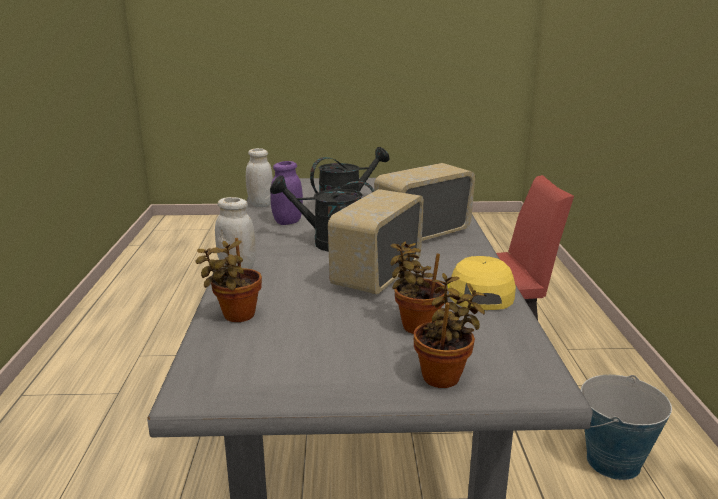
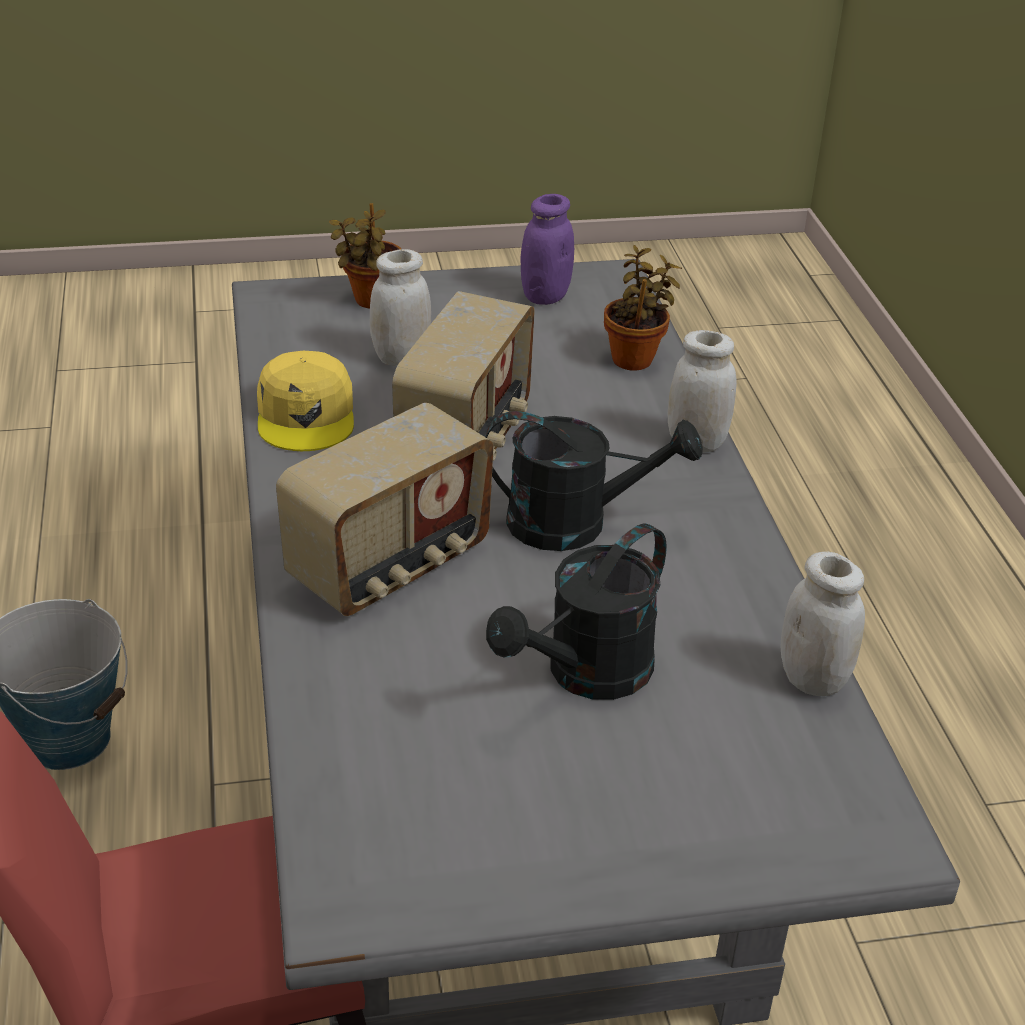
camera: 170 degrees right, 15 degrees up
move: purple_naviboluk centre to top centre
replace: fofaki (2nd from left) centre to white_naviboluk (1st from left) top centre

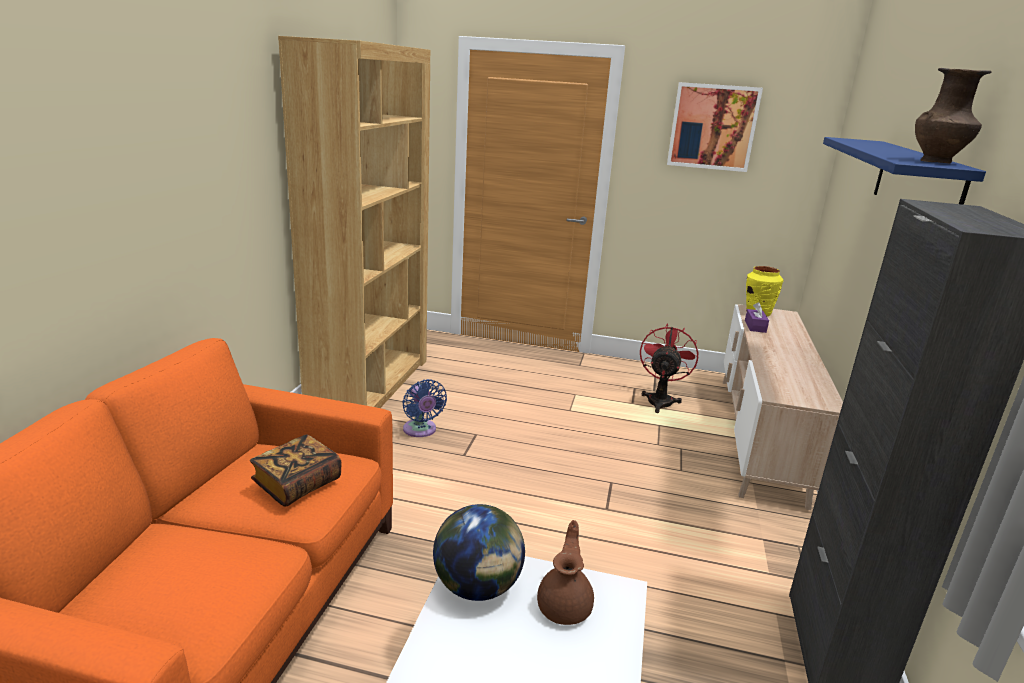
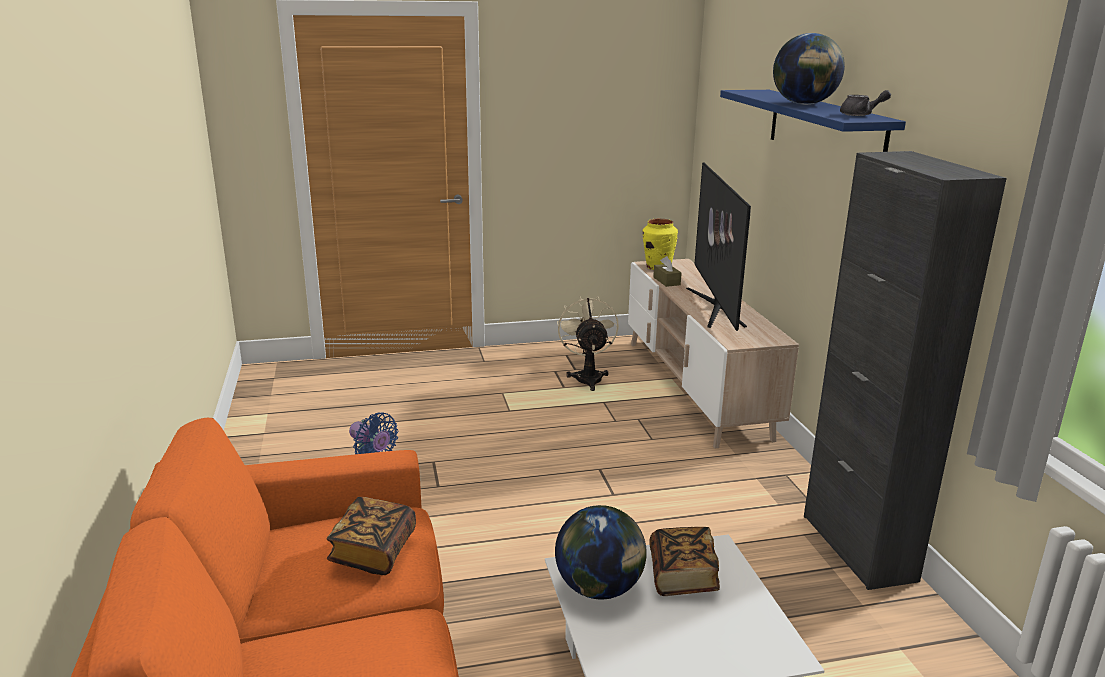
camera: 25 degrees left, 0 degrees up
delete: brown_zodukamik top centre; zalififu top right
insert: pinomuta (2nd from left) top right; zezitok centre
replace: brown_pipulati top right to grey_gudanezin top right; brown_gudanezin bottom centre to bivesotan (2nd from left) bottom centre
recolor: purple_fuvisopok middle right to brown_fuvisopok centre; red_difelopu centre to beige_difelopu centre

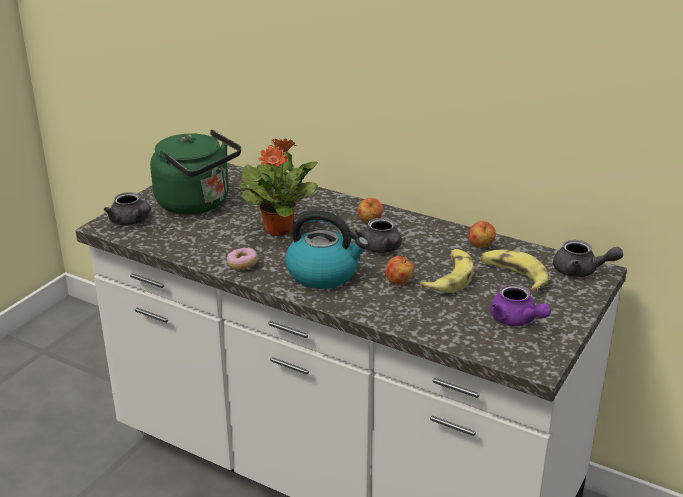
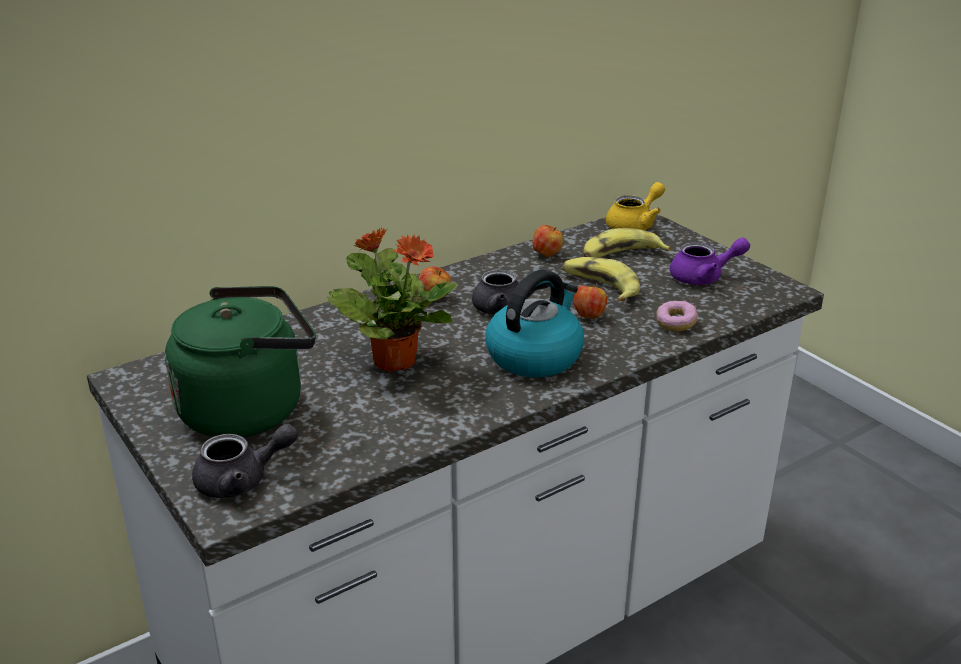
camera: 65 degrees left, 0 degrees up
move: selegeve centre to middle right
recolor: grey_gudanezin (3rd from left) middle right to yellow_gudanezin top centre

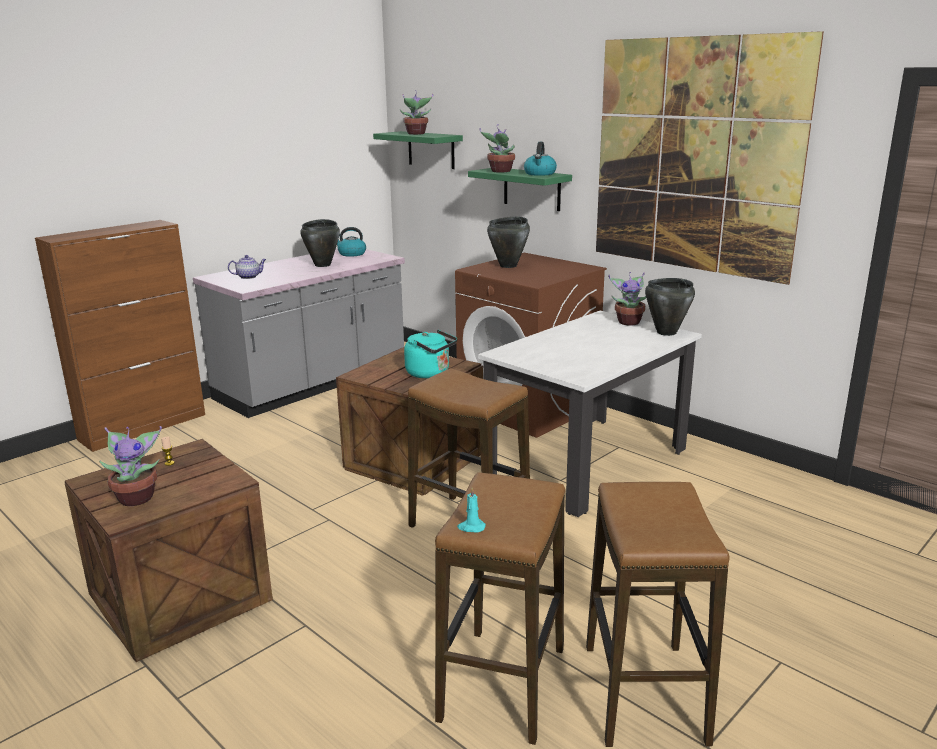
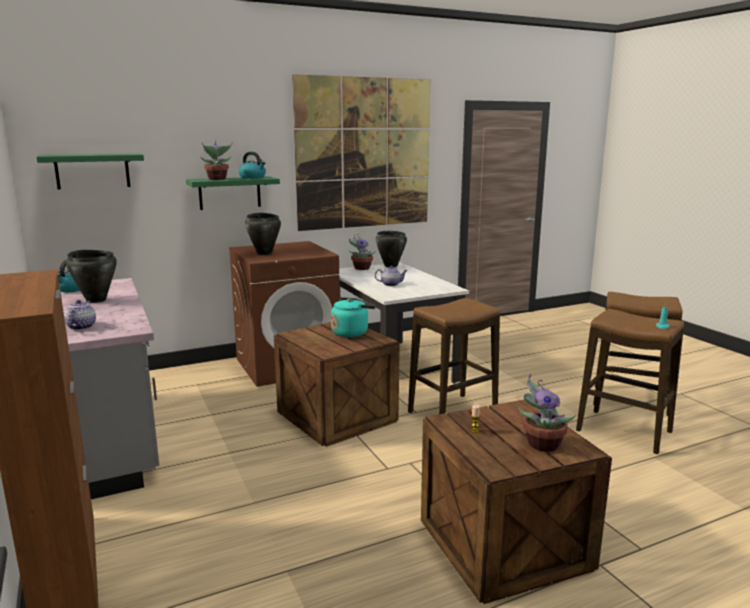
camera: 70 degrees left, 5 degrees down
delete: fofaki (2nd from left) top centre
insert: gudanezin (2nd from left) centre

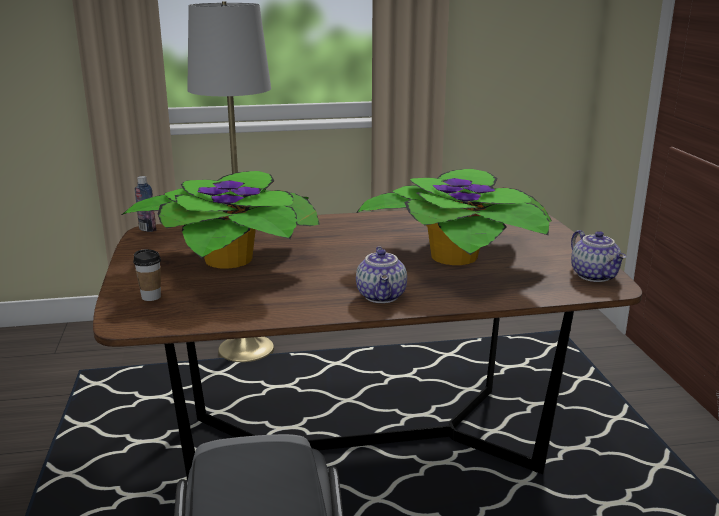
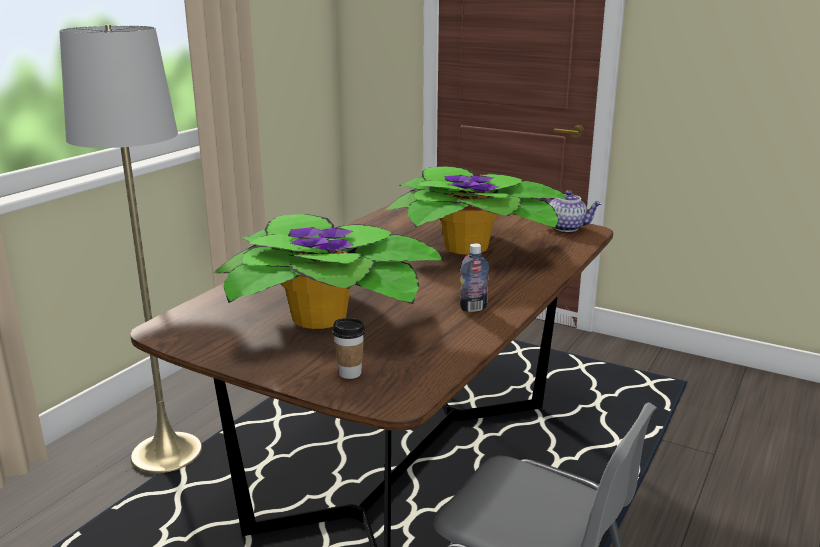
camera: 50 degrees left, 0 degrees up
delete: gudanezin (1st from left) centre
move: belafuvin middle left to centre

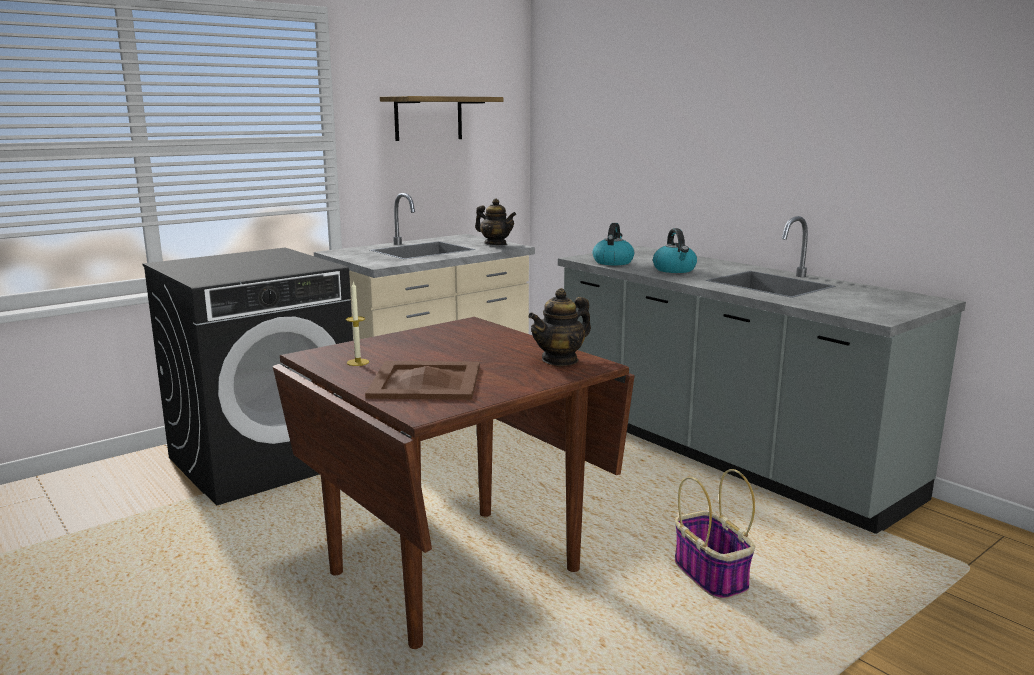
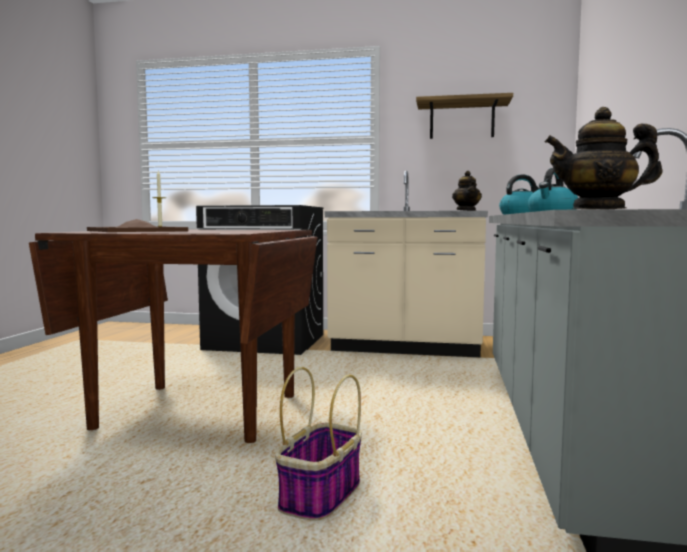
camera: 50 degrees right, 10 degrees down
move: gudanezin (2nd from left) centre to top right

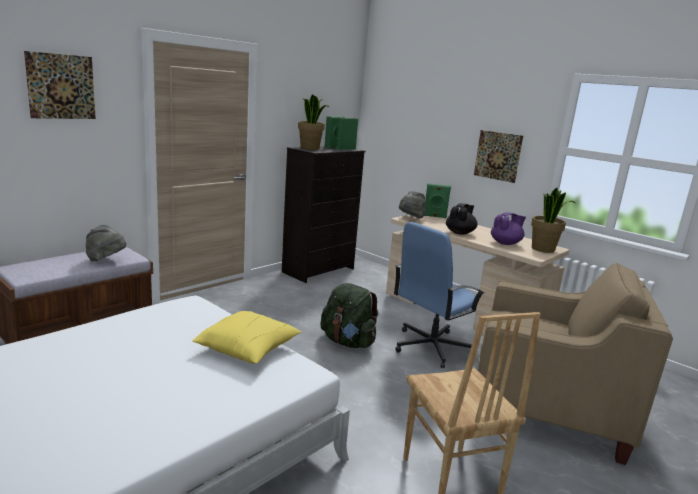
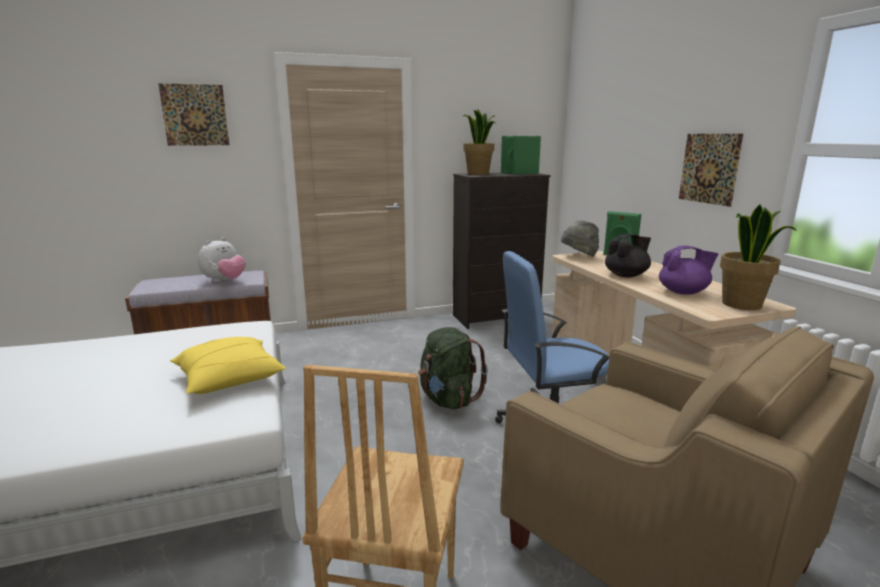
camera: 30 degrees right, 0 degrees up
replace: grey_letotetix (1st from left) middle left to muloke middle left

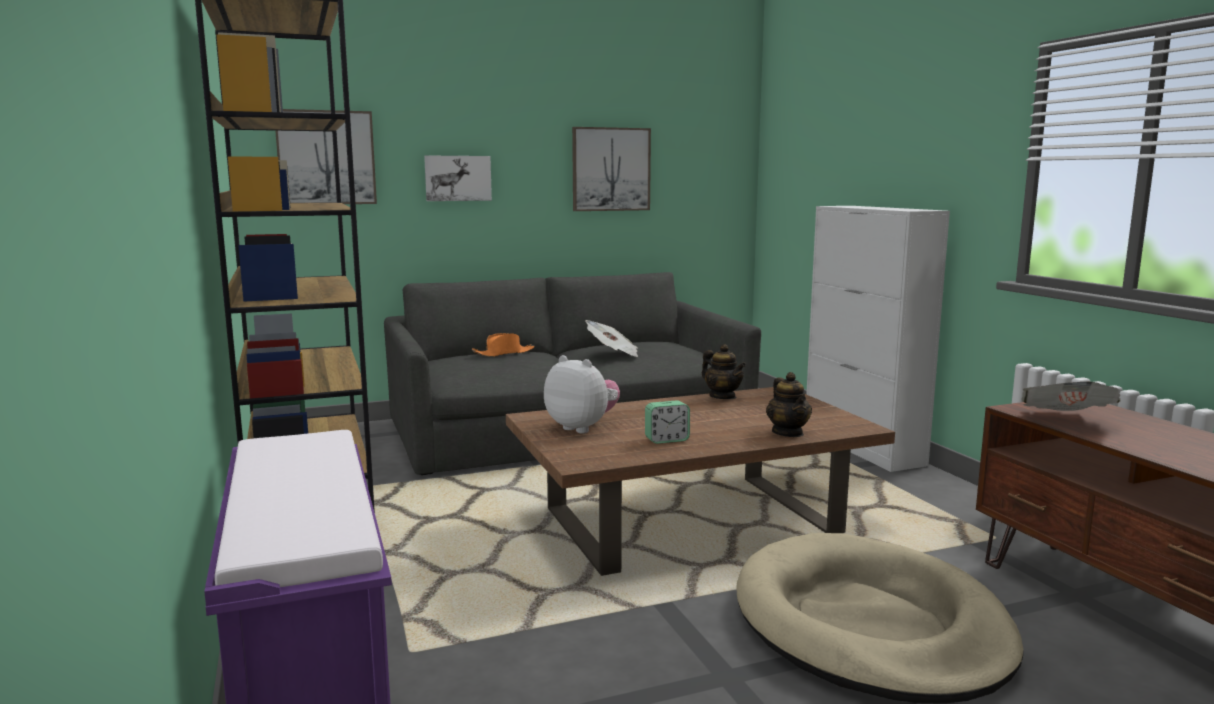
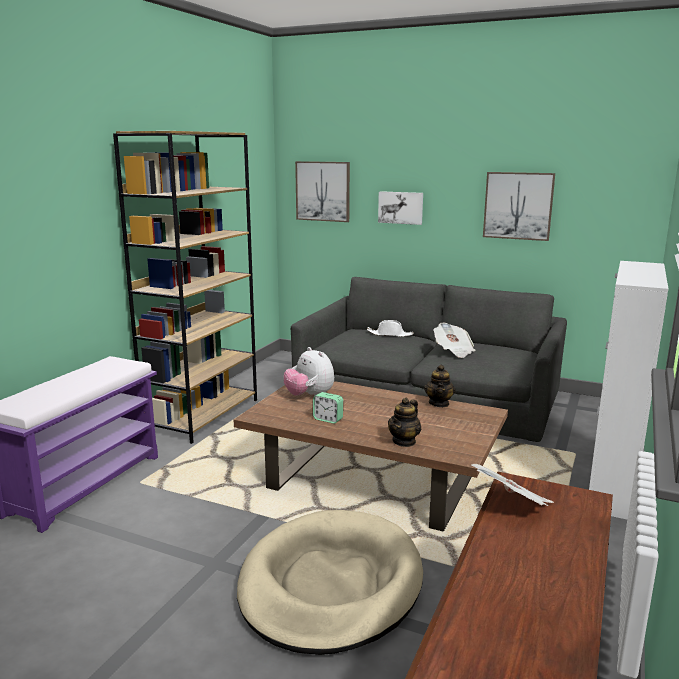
camera: 45 degrees right, 5 degrees up
recolor: orange_letotetix centre to white_letotetix centre
rotate: muloke centre = centre 150 degrees clockwise

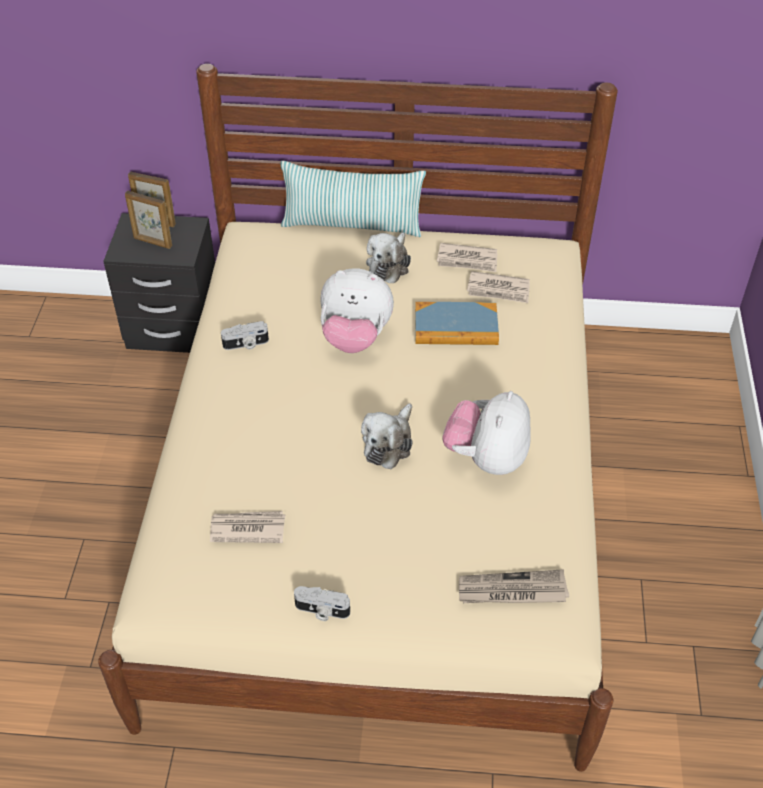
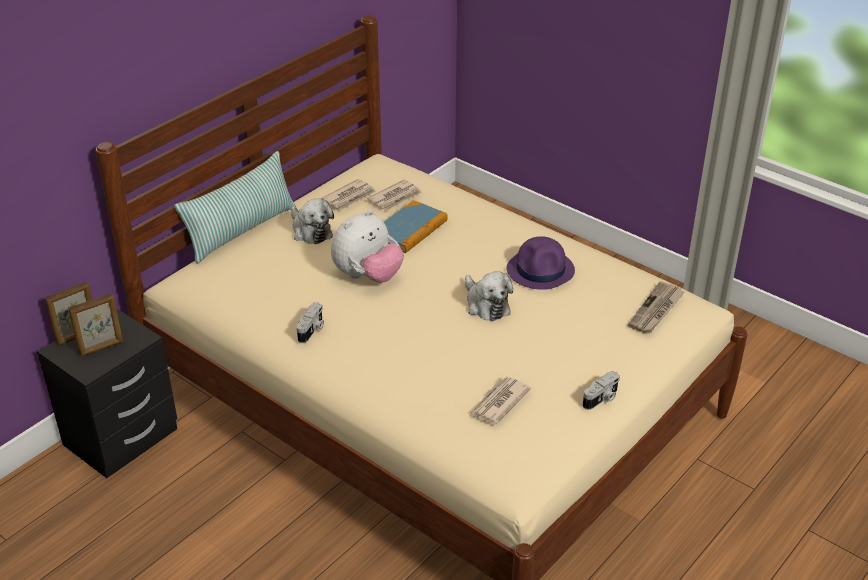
camera: 55 degrees left, 10 degrees down
replace: muloke (4th from left) centre to purple_letotetix centre

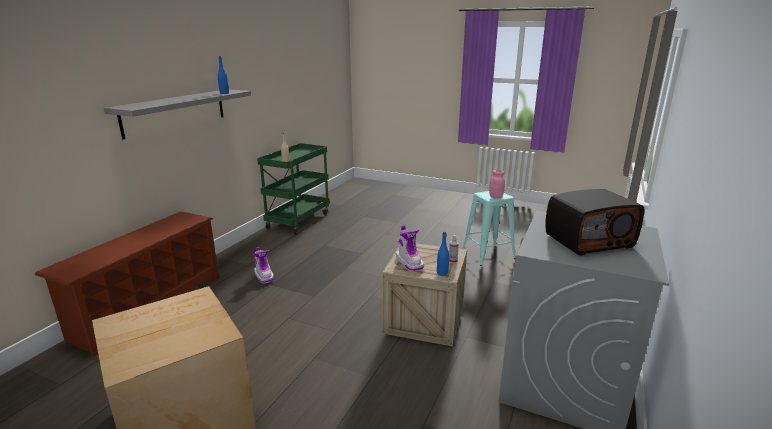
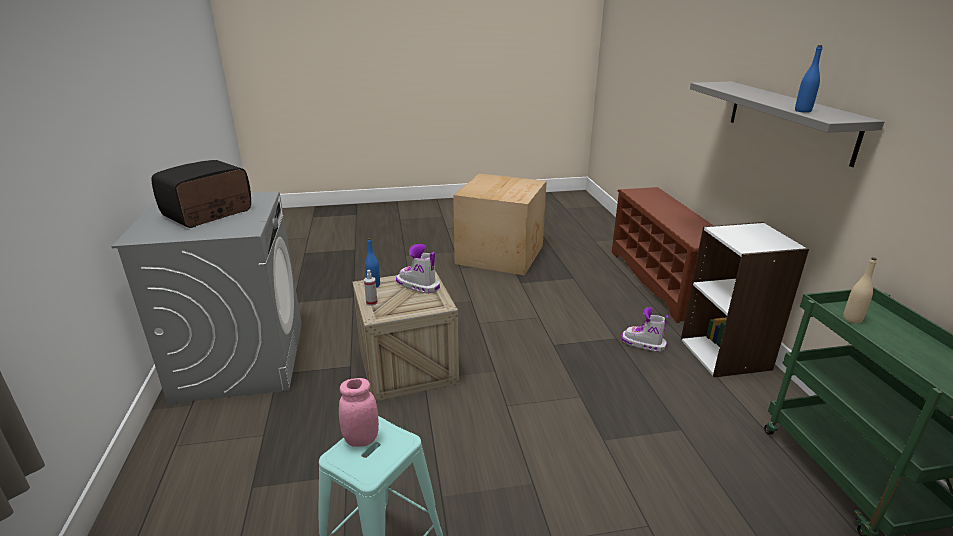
camera: 145 degrees right, 5 degrees up
insert: white_zodukamik middle right

